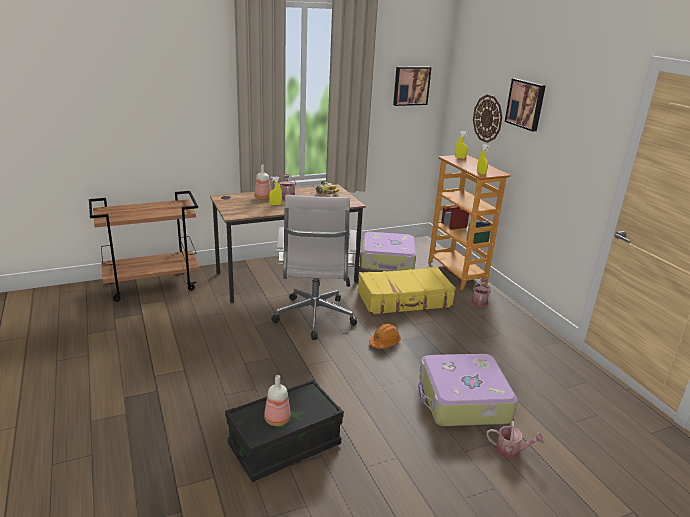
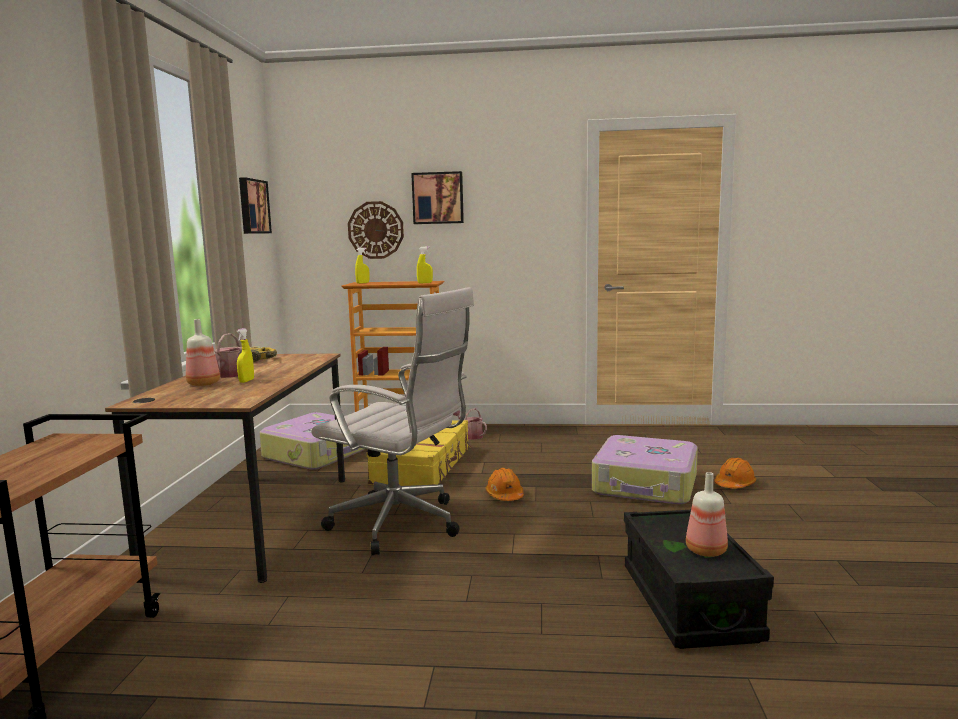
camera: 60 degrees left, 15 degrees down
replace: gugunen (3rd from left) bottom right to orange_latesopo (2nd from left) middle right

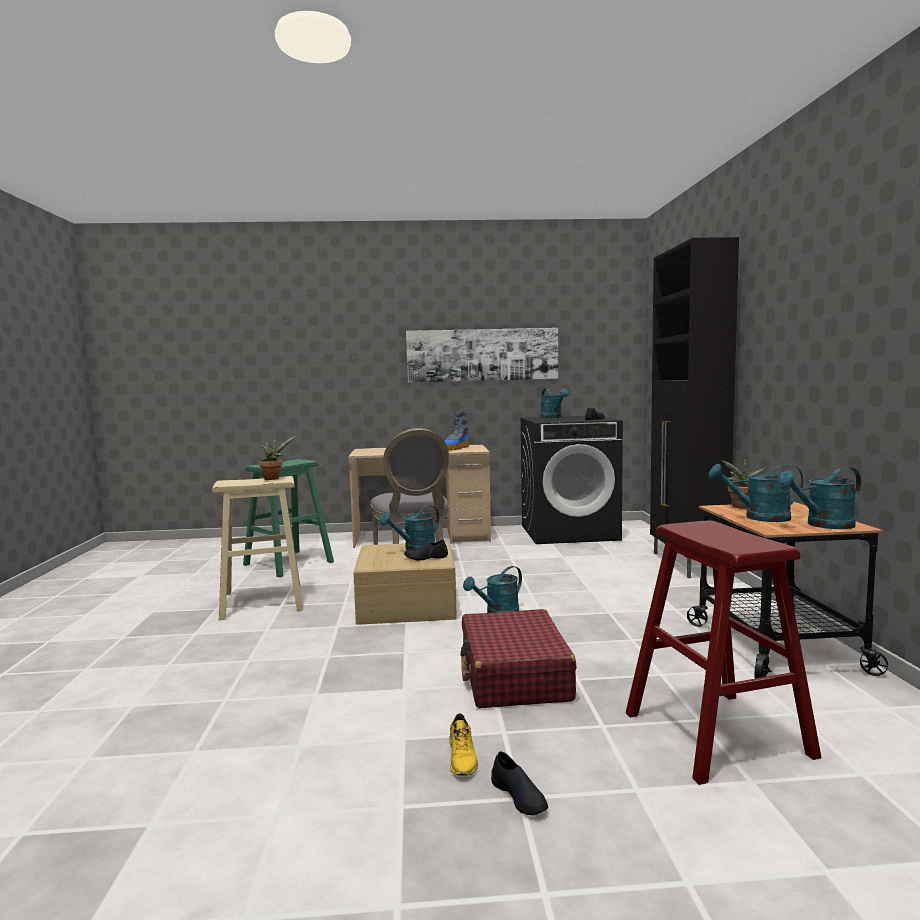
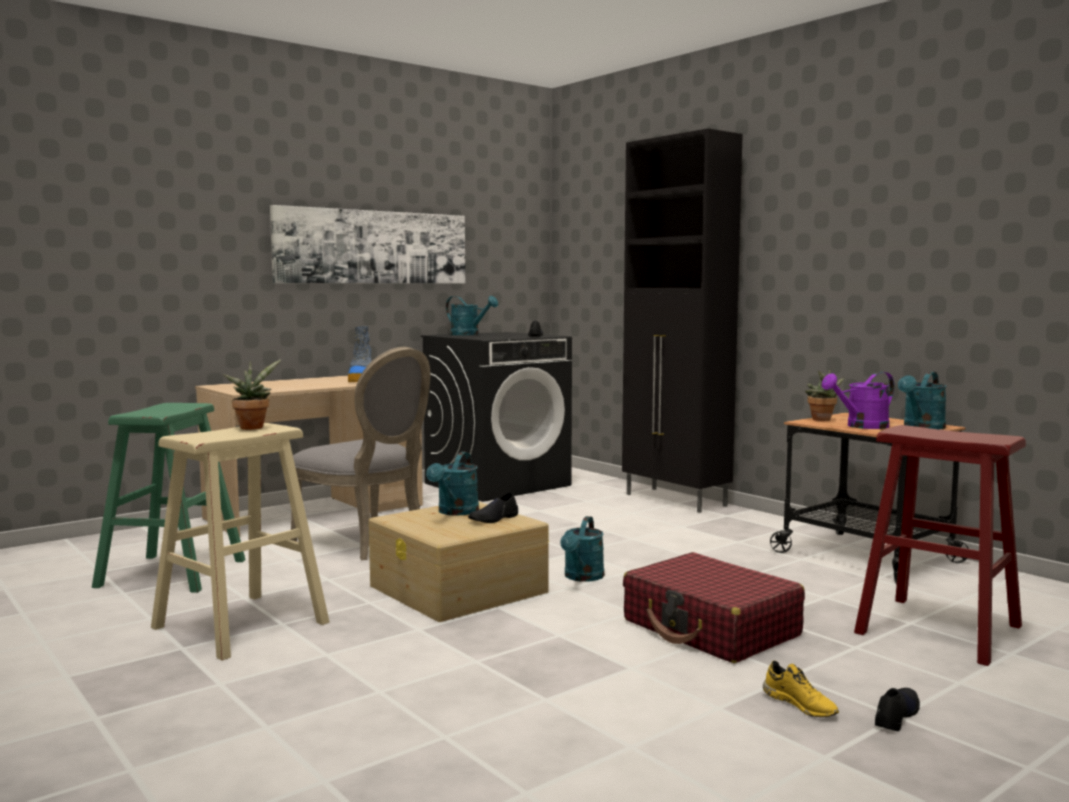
camera: 35 degrees left, 0 degrees up
recolor: turquoise_gugunen (4th from left) middle right to purple_gugunen middle right
rotate: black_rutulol (2nd from left in the first image) bottom centre = bottom right 75 degrees counterclockwise

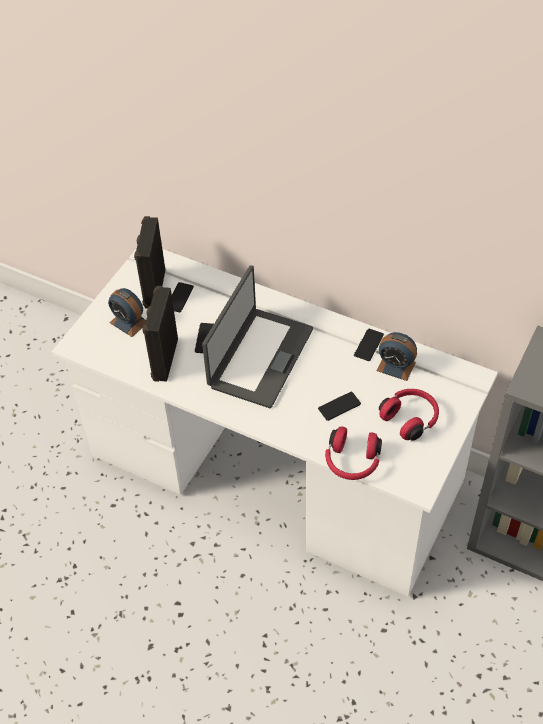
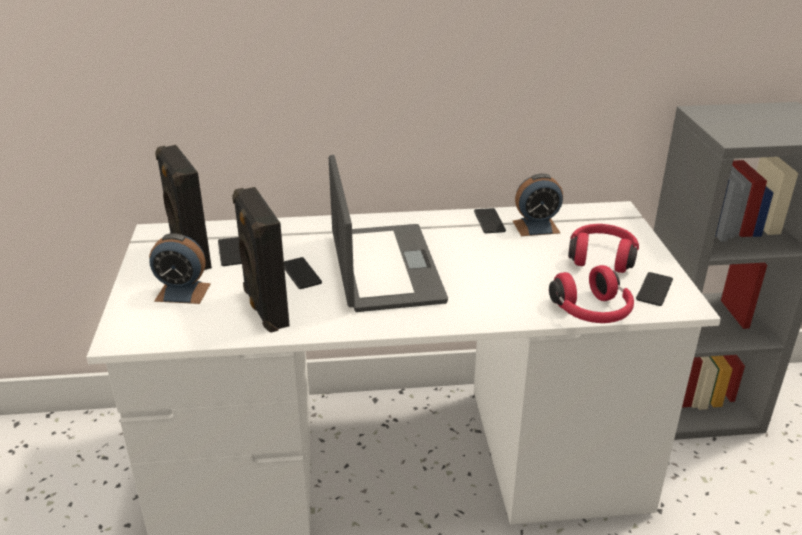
camera: 35 degrees left, 20 degrees down
move: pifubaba (3rd from left in the first image) centre to pifubaba (4th from left) middle right

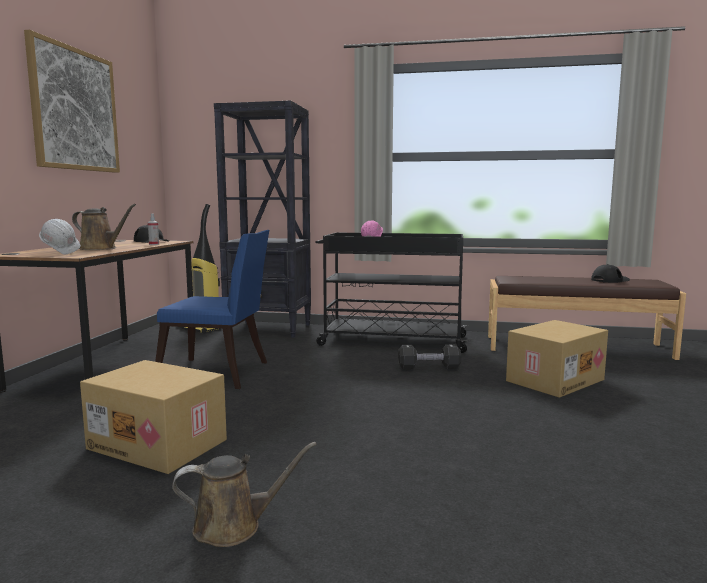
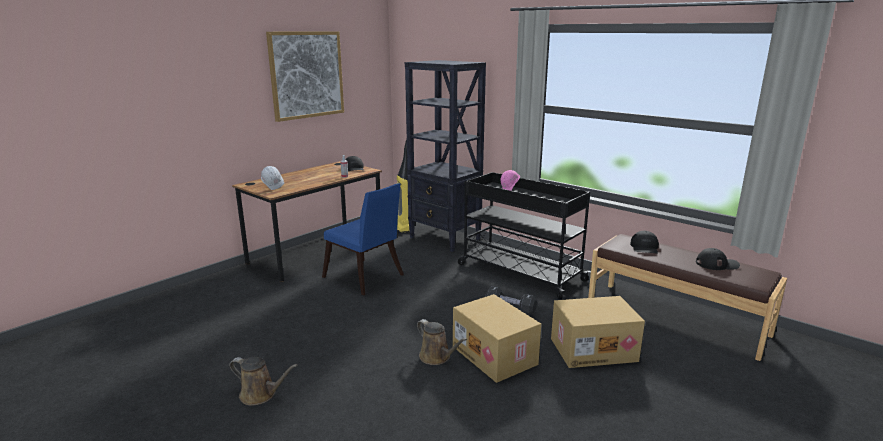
camera: 30 degrees right, 10 degrees up
insert: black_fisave (2nd from left) middle right
move: brown_gugunen (1st from left in the first image) middle left to brown_gugunen (2nd from left) bottom centre; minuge (1st from left) bottom left to bottom centre

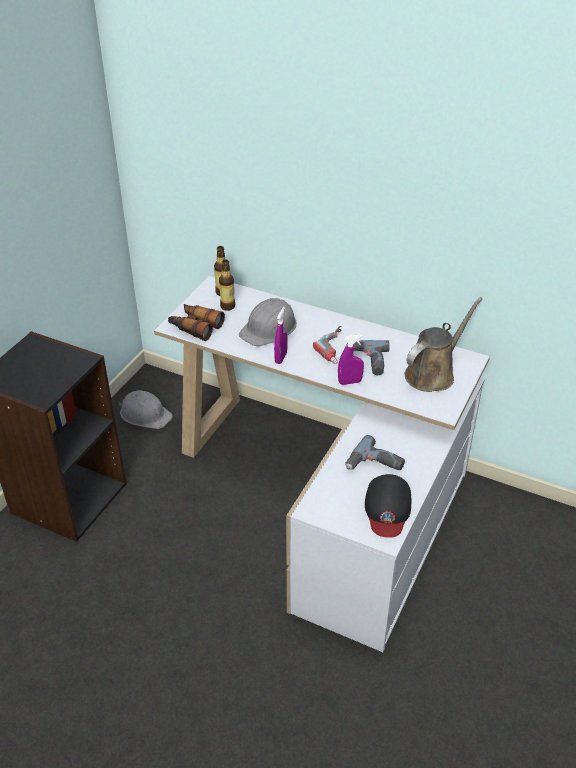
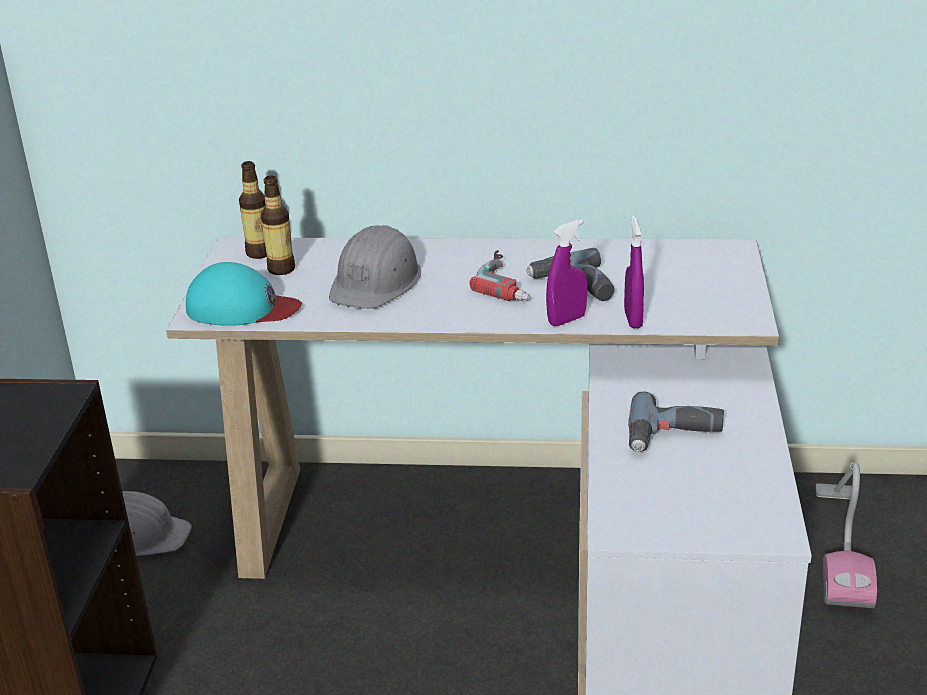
camera: 20 degrees left, 10 degrees down
delete: brown_gugunen middle right; black_fisave middle right
insert: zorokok bottom right
move: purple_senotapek (1st from left in the first image) centre to purple_senotapek (2nd from left) middle right
replace: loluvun centre to turquoise_fisave middle left

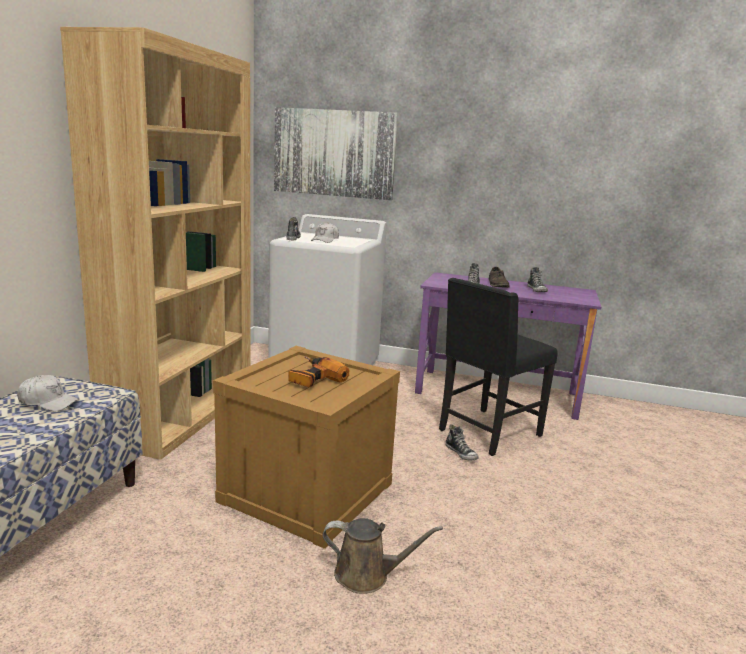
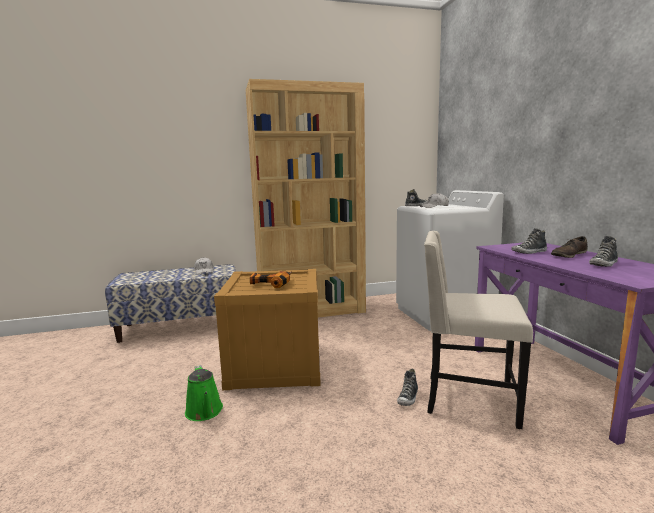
camera: 60 degrees right, 5 degrees down
delete: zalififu top centre
recolor: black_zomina middle right to beige_zomina middle right; brown_gugunen bottom centre to green_gugunen bottom left

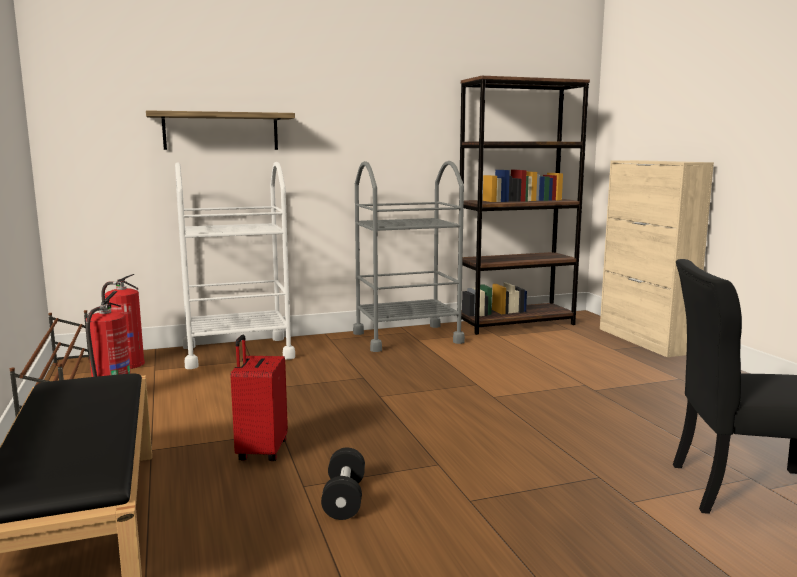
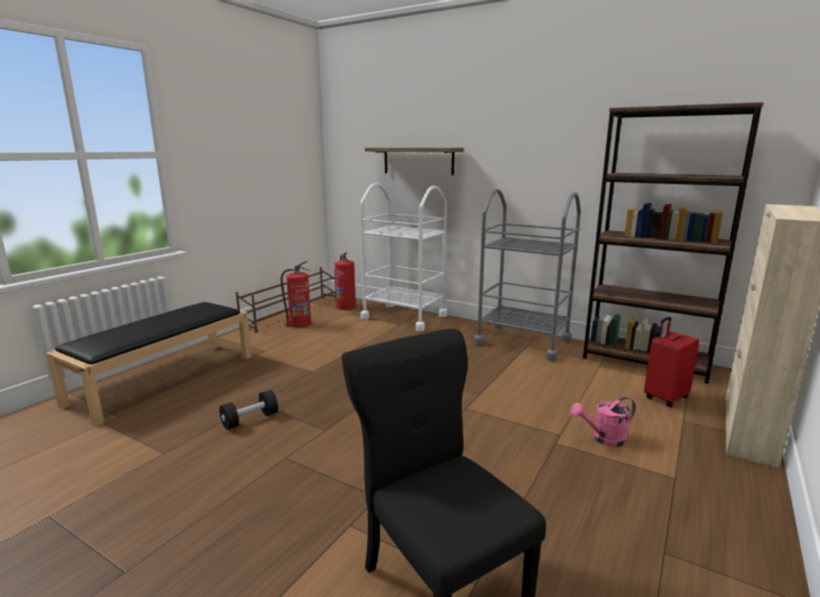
camera: 50 degrees right, 5 degrees up
insert: pink_gugunen bottom right
move: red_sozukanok bottom left to middle right

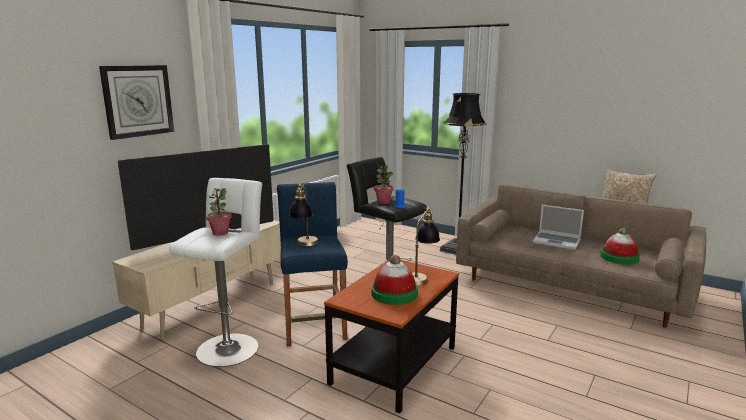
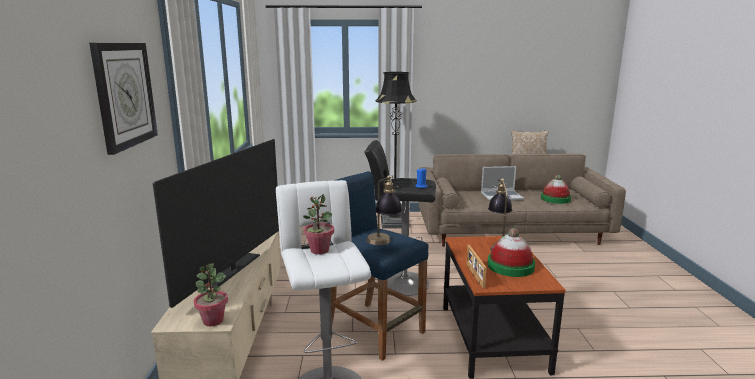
camera: 35 degrees left, 0 degrees up
insert: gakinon bottom centre
move: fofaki (2nd from left in the first image) centre to fofaki (1st from left) bottom left

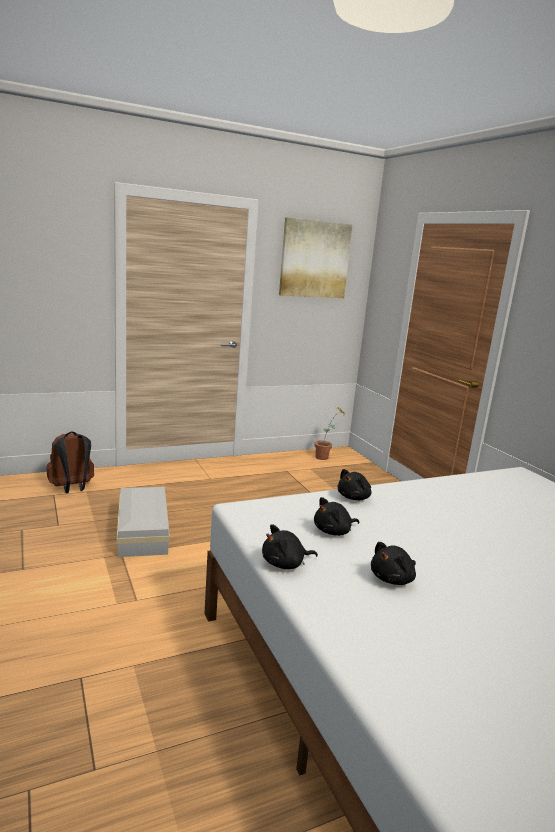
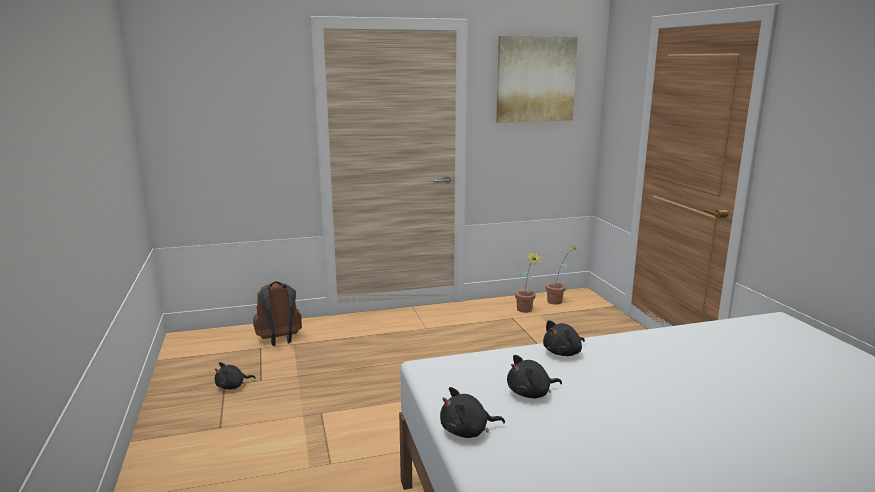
camera: 10 degrees right, 0 degrees up
delete: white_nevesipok middle left
insert: fofaki (1st from left) centre
move: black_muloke (4th from left in the first image) bottom right to black_muloke (1st from left) bottom left

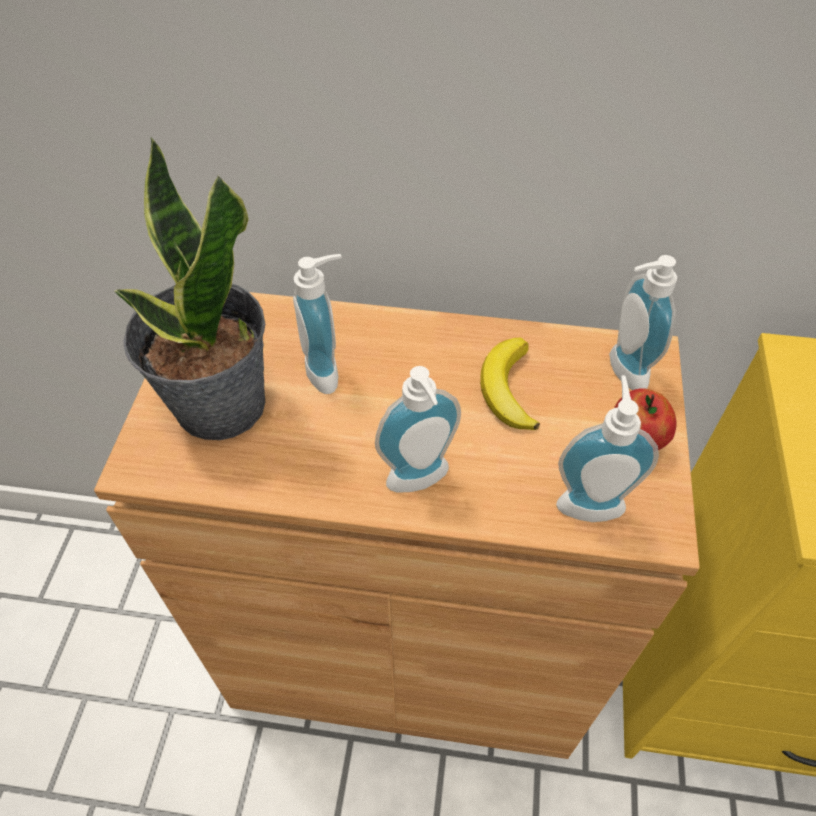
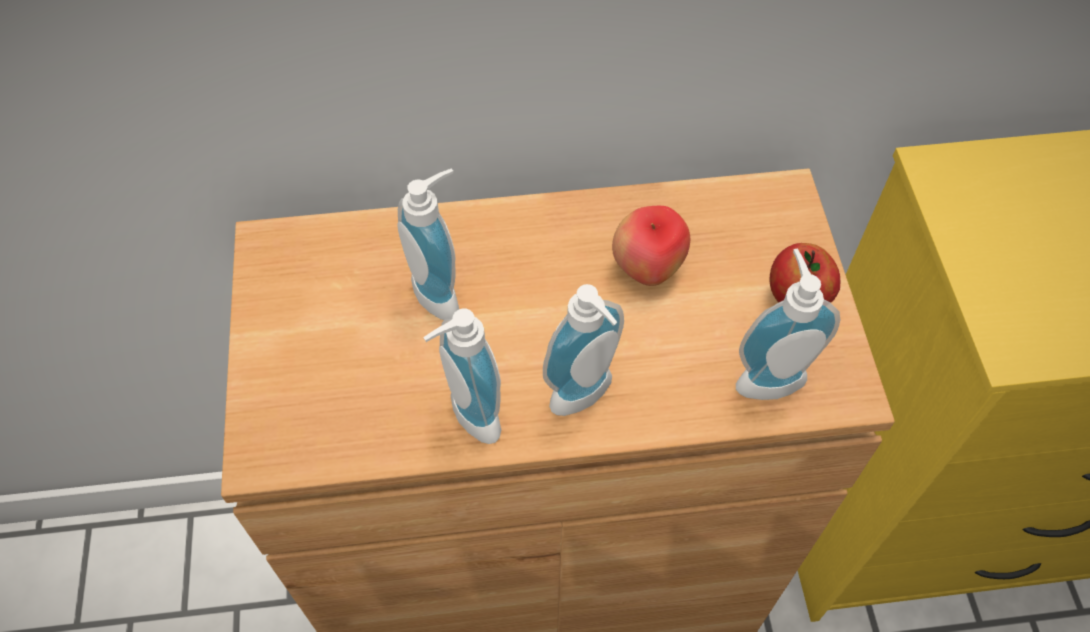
camera: 15 degrees left, 5 degrees up
delete: fofaki middle left
move: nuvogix (4th from left in the first image) middle right to nuvogix (2nd from left) centre
replace: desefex centre to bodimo (1st from left) centre

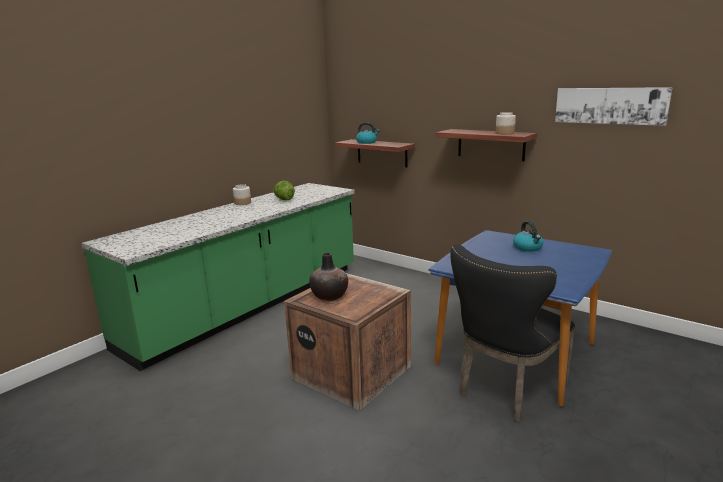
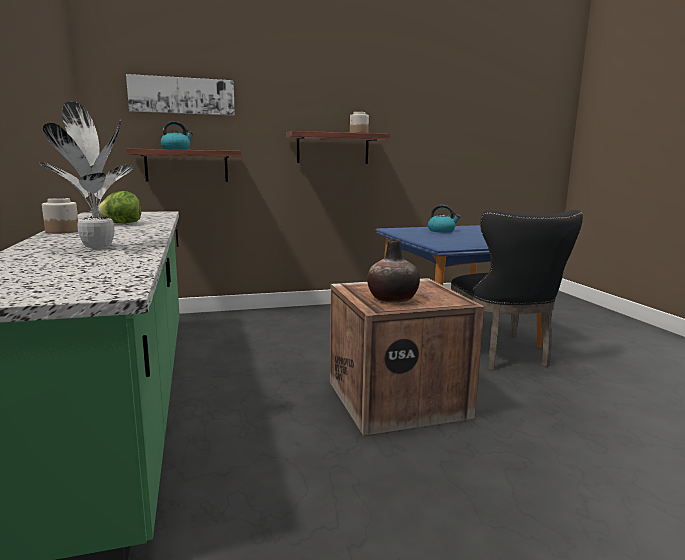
camera: 55 degrees left, 5 degrees down
insert: fofaki top left
move: zalififu top right to top left

